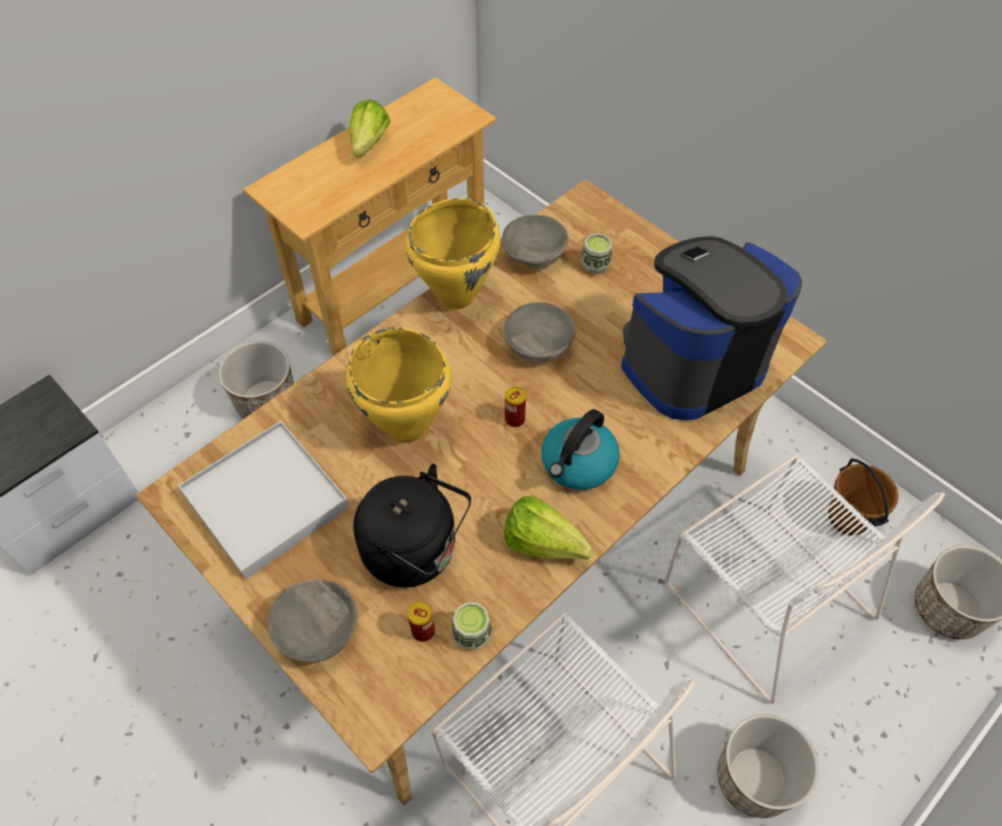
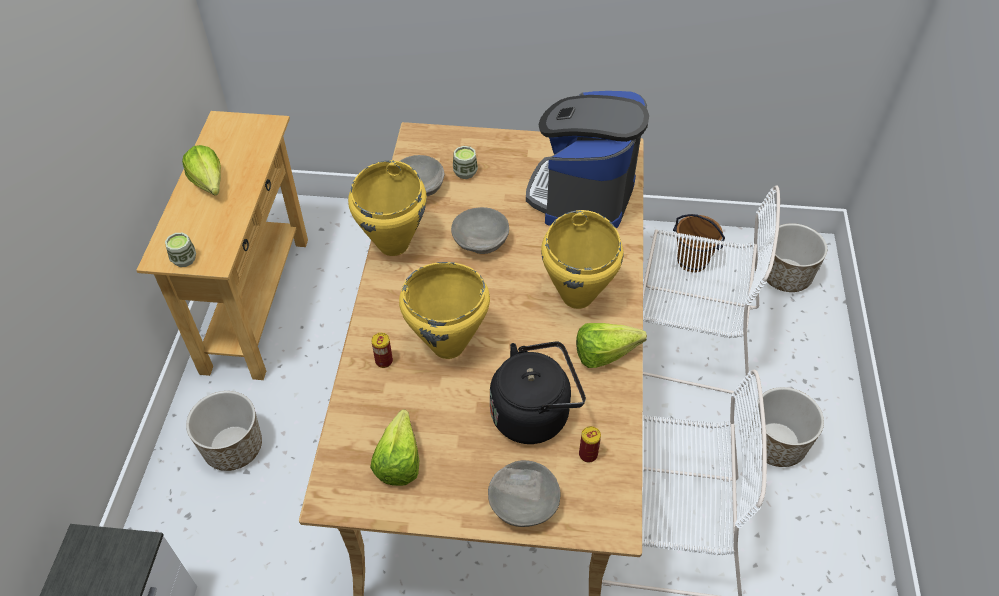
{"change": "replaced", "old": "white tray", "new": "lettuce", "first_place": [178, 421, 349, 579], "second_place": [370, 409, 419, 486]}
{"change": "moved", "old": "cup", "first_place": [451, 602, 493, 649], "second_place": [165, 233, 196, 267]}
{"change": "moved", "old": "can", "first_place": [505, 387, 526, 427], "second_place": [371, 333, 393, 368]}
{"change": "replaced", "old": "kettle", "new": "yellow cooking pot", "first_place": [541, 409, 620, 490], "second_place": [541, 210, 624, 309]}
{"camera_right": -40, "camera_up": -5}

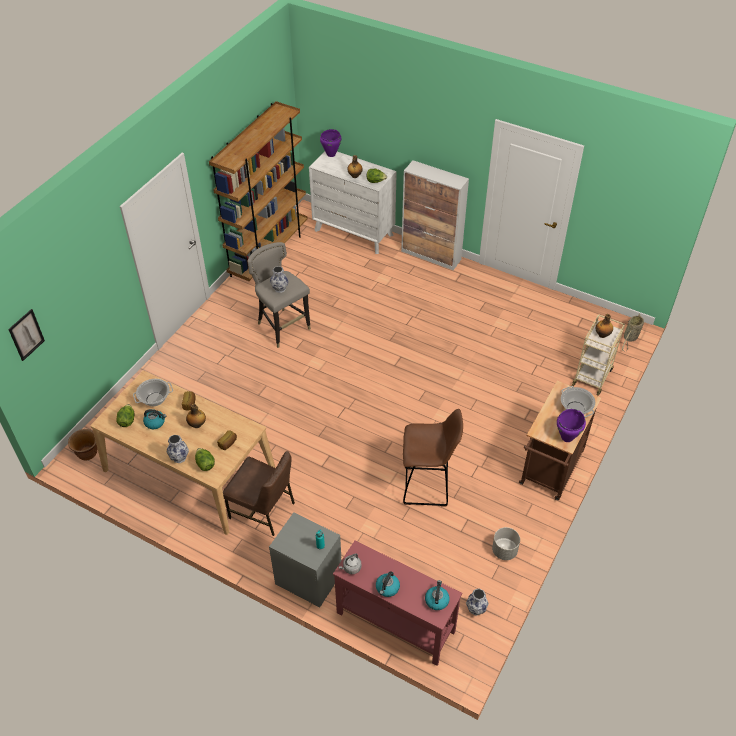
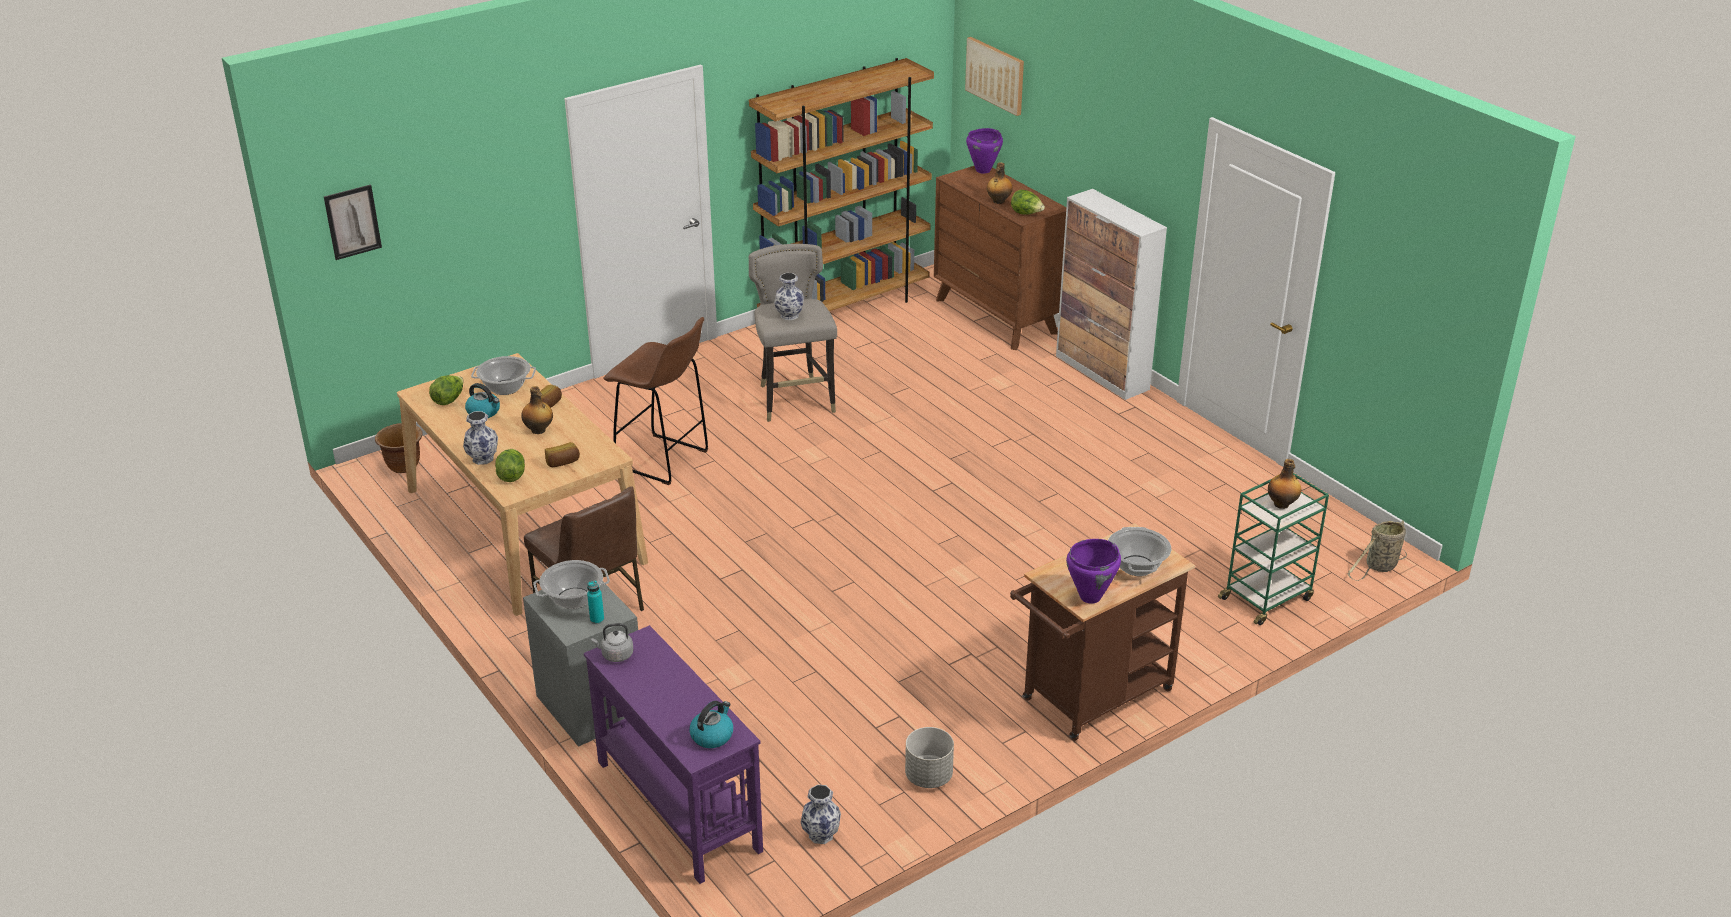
{"change": "recoloured", "old": "white dresser", "new": "brown dresser", "first_place": [309, 151, 397, 254], "second_place": [934, 166, 1066, 350]}
{"change": "recoloured", "old": "red console table", "new": "purple console table", "first_place": [333, 541, 462, 666], "second_place": [584, 625, 763, 884]}
{"change": "removed", "old": "kettle", "first_place": [376, 571, 400, 597]}
{"change": "moved", "old": "brown stool", "first_place": [403, 409, 463, 507], "second_place": [604, 317, 709, 485]}
{"change": "recoloured", "old": "beige cart", "new": "green cart", "first_place": [572, 314, 625, 396], "second_place": [1218, 473, 1329, 625]}
{"change": "added", "new": "cooking pot", "second_place": [534, 560, 610, 609]}
{"change": "added", "new": "picture", "second_place": [965, 37, 1024, 116]}
{"camera_right": 25, "camera_up": -15}

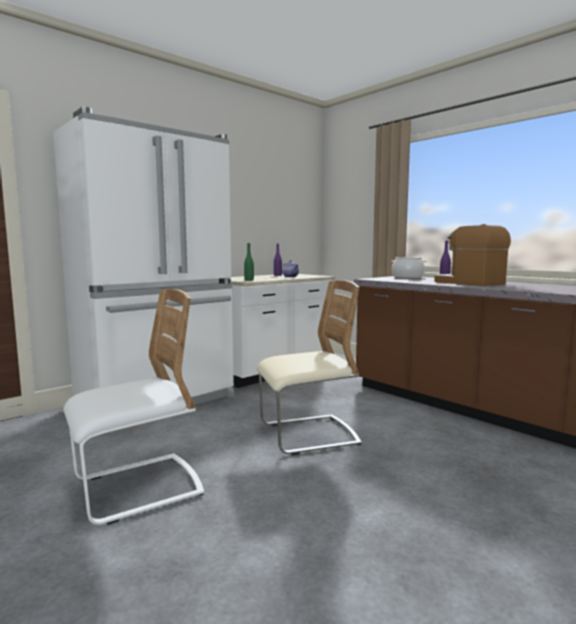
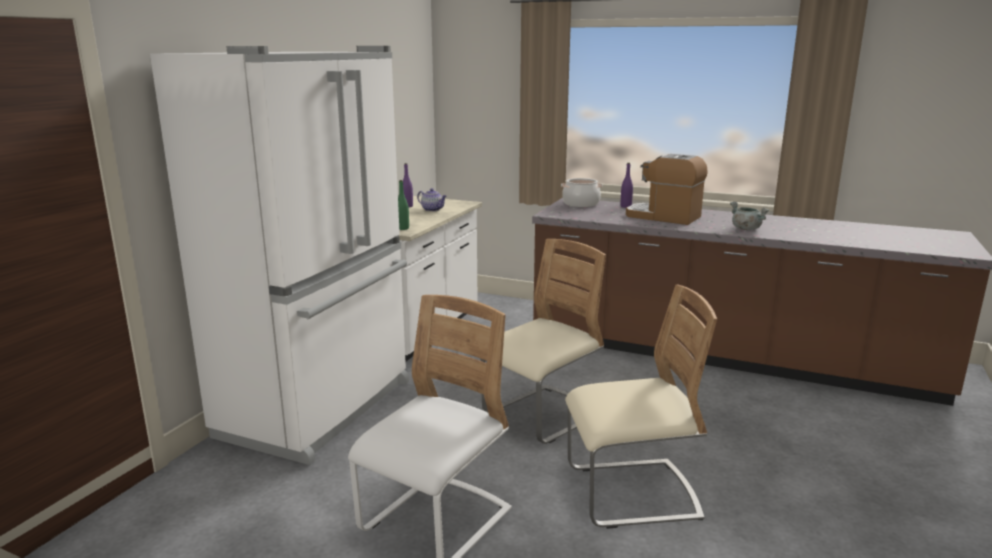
{"change": "added", "new": "beige chair", "second_place": [565, 285, 717, 529]}
{"change": "added", "new": "grey cooking pot", "second_place": [730, 202, 770, 230]}
{"camera_right": -25, "camera_up": 10}

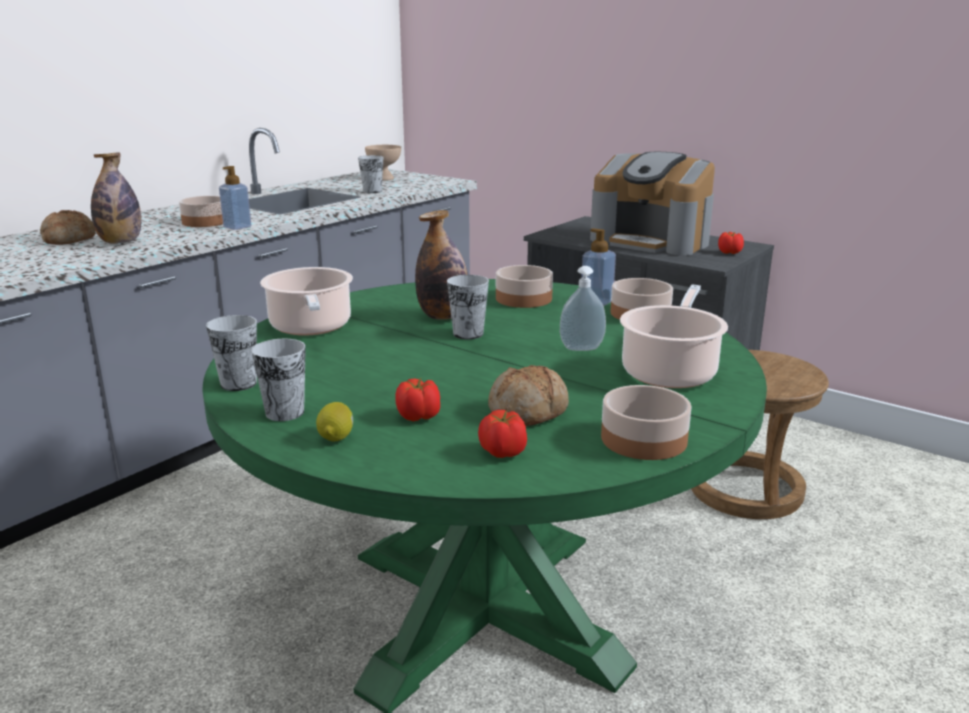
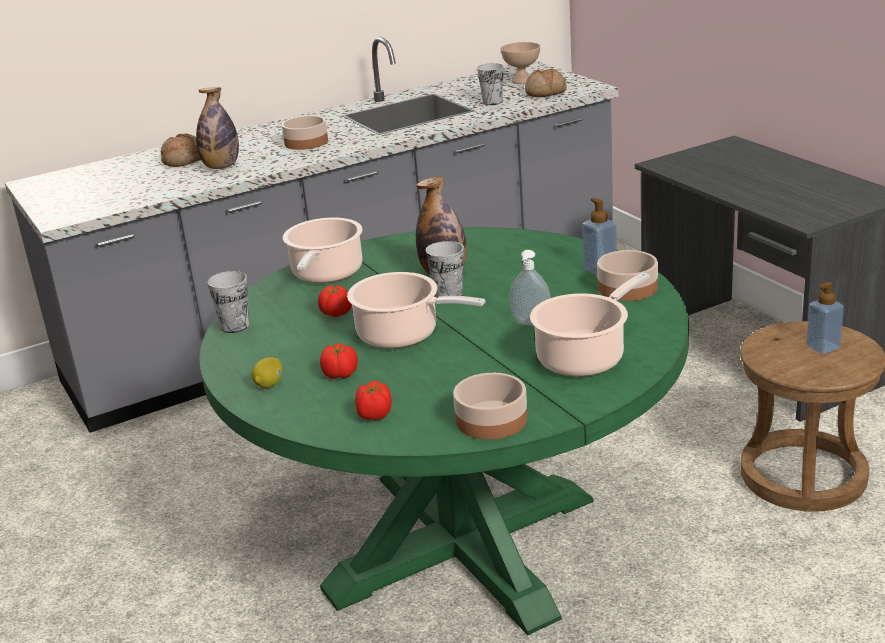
{"change": "moved", "old": "soap dispenser", "first_place": [219, 166, 252, 230], "second_place": [806, 282, 844, 354]}
{"change": "removed", "old": "cup", "first_place": [251, 339, 306, 421]}
{"change": "moved", "old": "bread", "first_place": [488, 365, 569, 426], "second_place": [525, 69, 567, 97]}
{"change": "removed", "old": "bowl", "first_place": [496, 265, 553, 308]}
{"change": "removed", "old": "coffee machine", "first_place": [590, 152, 715, 256]}
{"change": "moved", "old": "tomato", "first_place": [718, 232, 744, 254], "second_place": [318, 285, 352, 317]}
{"change": "added", "new": "cooking pot", "second_place": [347, 272, 486, 348]}
{"camera_right": 25, "camera_up": 5}

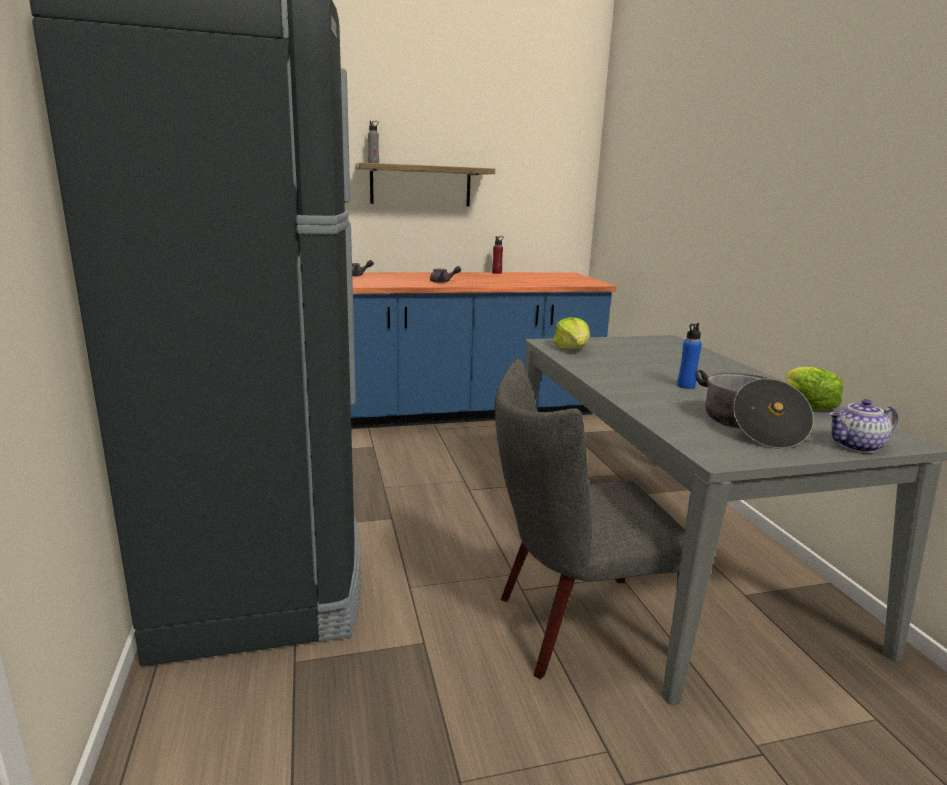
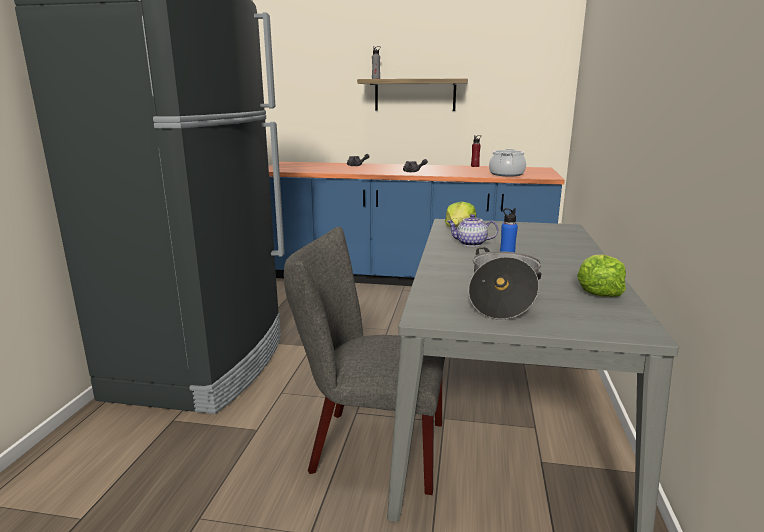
{"change": "moved", "old": "teapot", "first_place": [829, 399, 898, 453], "second_place": [447, 214, 498, 247]}
{"change": "added", "new": "cooking pot", "second_place": [489, 149, 526, 176]}
{"camera_right": 25, "camera_up": 0}

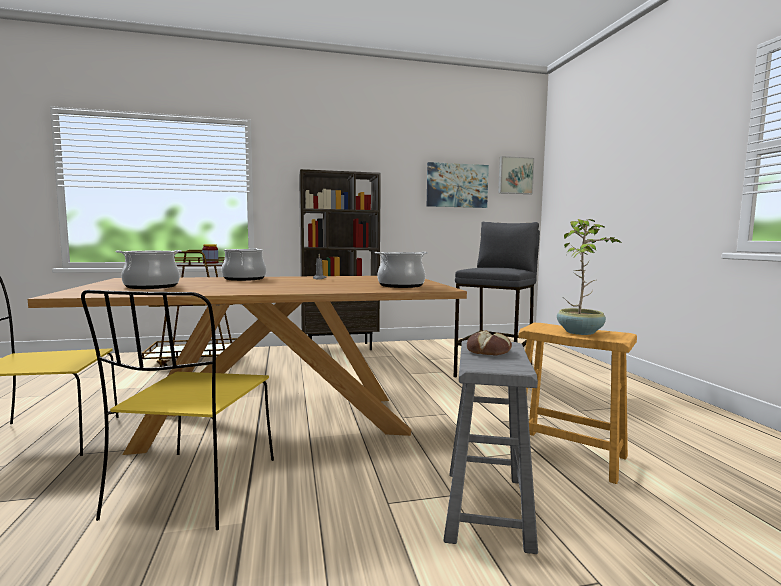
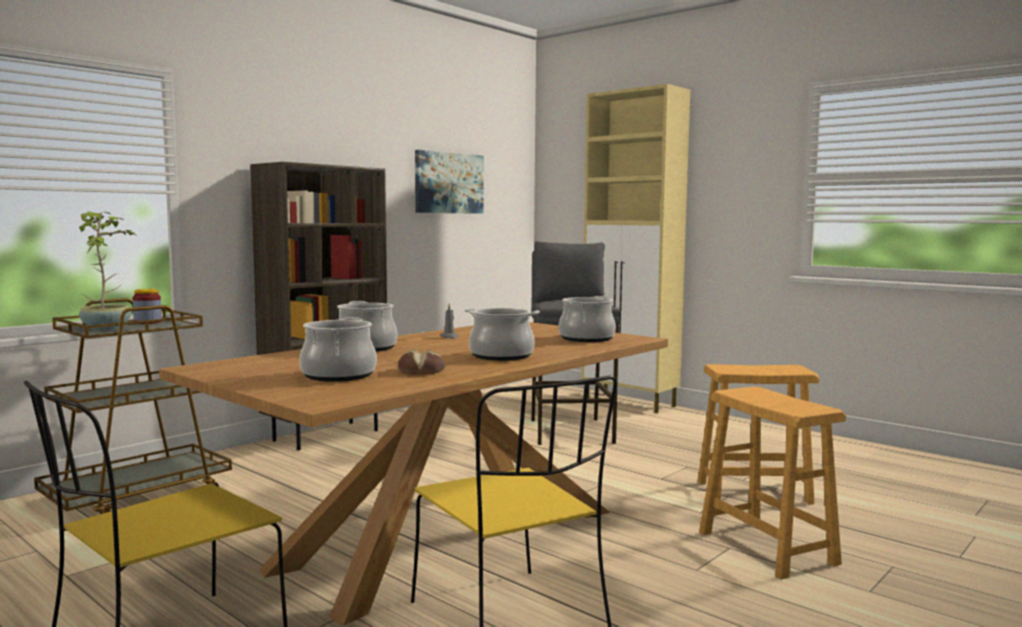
{"change": "recoloured", "old": "grey stool", "new": "brown stool", "first_place": [444, 340, 538, 554], "second_place": [699, 386, 846, 580]}
{"change": "moved", "old": "bread", "first_place": [467, 330, 512, 356], "second_place": [398, 349, 445, 375]}
{"change": "removed", "old": "picture", "first_place": [498, 156, 534, 194]}
{"change": "moved", "old": "potted plant", "first_place": [557, 219, 621, 335], "second_place": [79, 211, 136, 330]}
{"change": "added", "new": "cooking pot", "second_place": [464, 308, 540, 361]}
{"change": "added", "new": "beige cabinet", "second_place": [581, 84, 690, 413]}
{"camera_right": -35, "camera_up": 0}

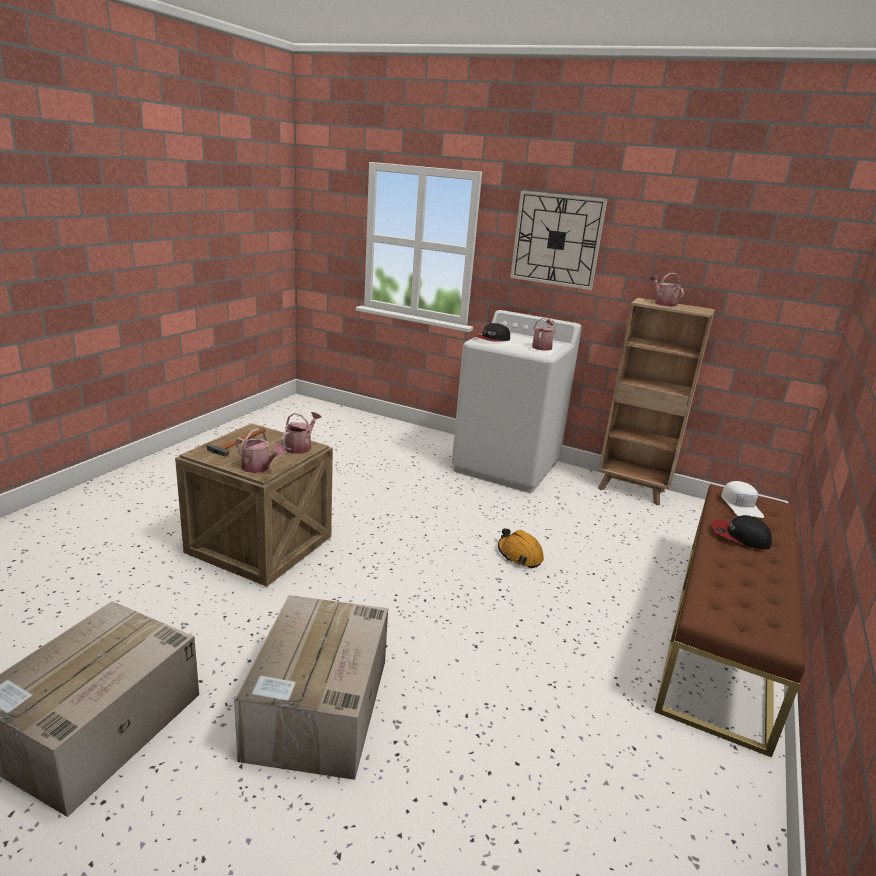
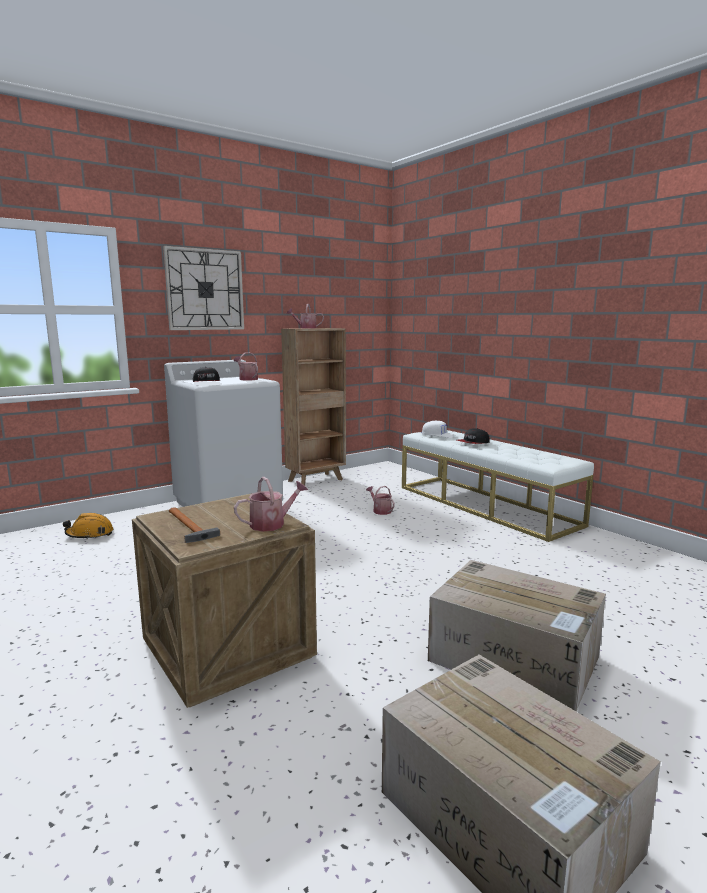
{"change": "moved", "old": "watering can", "first_place": [281, 412, 321, 454], "second_place": [366, 486, 395, 515]}
{"change": "moved", "old": "orange hard hat", "first_place": [498, 528, 544, 568], "second_place": [63, 513, 113, 540]}
{"change": "recoloured", "old": "brown bench", "new": "white bench", "first_place": [654, 484, 805, 757], "second_place": [402, 430, 594, 542]}
{"camera_right": -60, "camera_up": -10}

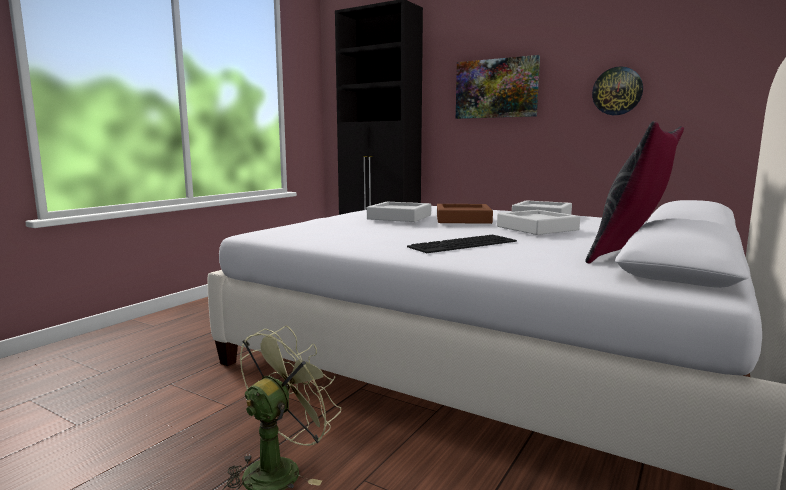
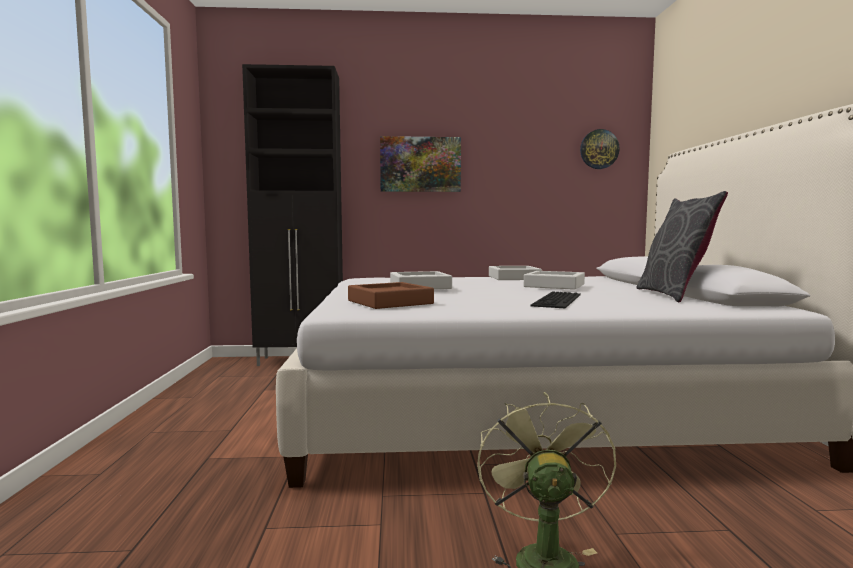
{"change": "moved", "old": "brown tray", "first_place": [437, 204, 493, 224], "second_place": [348, 282, 434, 309]}
{"change": "moved", "old": "wall clock", "first_place": [592, 66, 643, 115], "second_place": [580, 129, 620, 169]}
{"camera_right": -35, "camera_up": -5}

